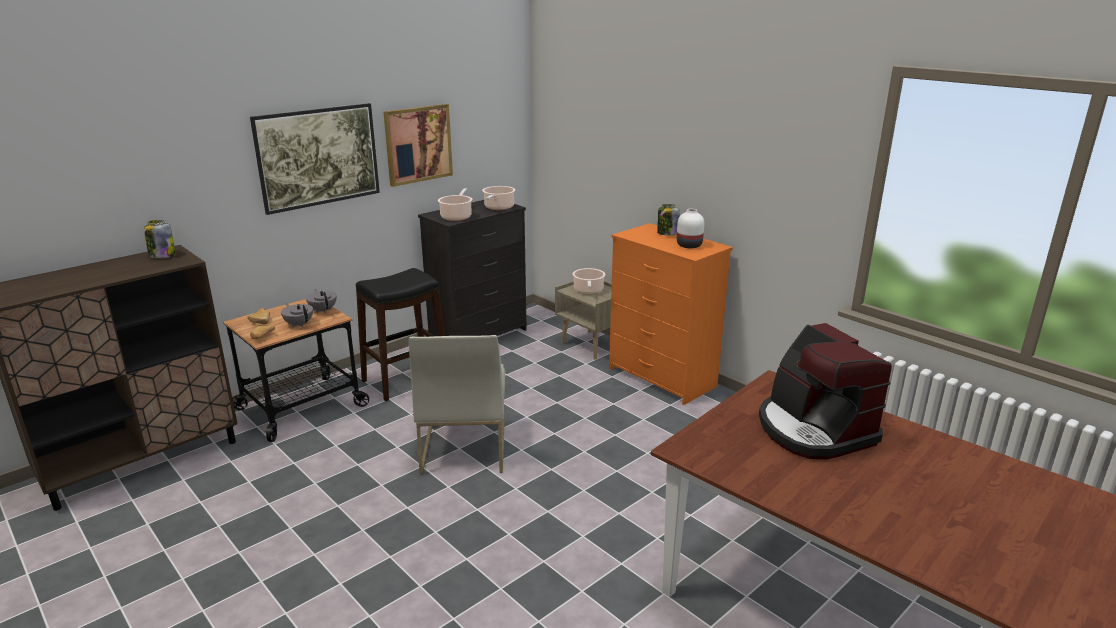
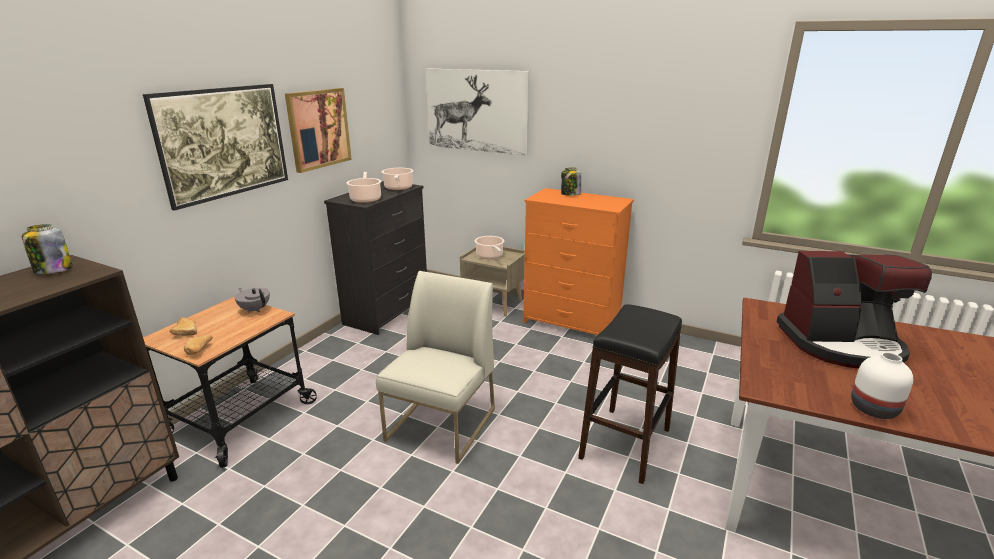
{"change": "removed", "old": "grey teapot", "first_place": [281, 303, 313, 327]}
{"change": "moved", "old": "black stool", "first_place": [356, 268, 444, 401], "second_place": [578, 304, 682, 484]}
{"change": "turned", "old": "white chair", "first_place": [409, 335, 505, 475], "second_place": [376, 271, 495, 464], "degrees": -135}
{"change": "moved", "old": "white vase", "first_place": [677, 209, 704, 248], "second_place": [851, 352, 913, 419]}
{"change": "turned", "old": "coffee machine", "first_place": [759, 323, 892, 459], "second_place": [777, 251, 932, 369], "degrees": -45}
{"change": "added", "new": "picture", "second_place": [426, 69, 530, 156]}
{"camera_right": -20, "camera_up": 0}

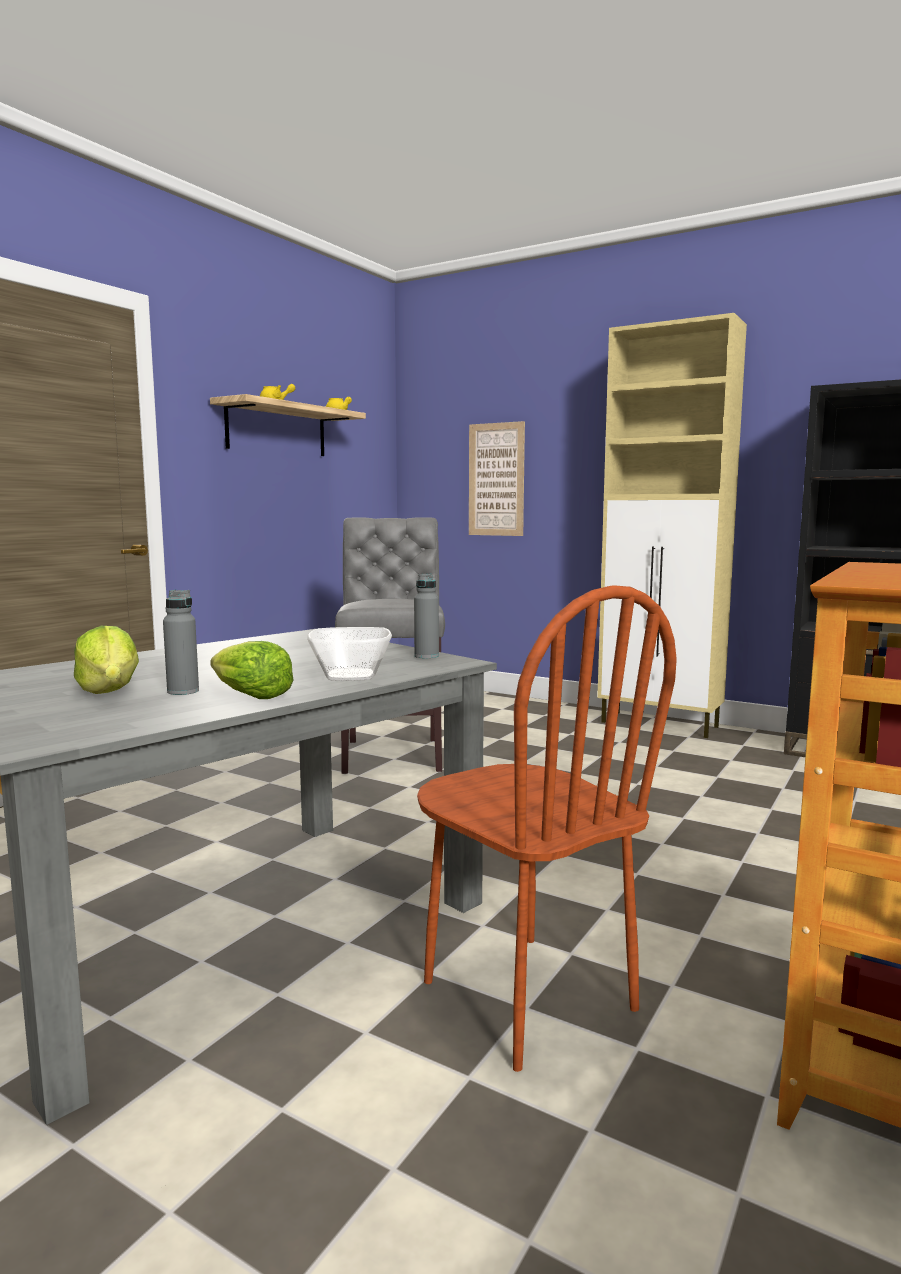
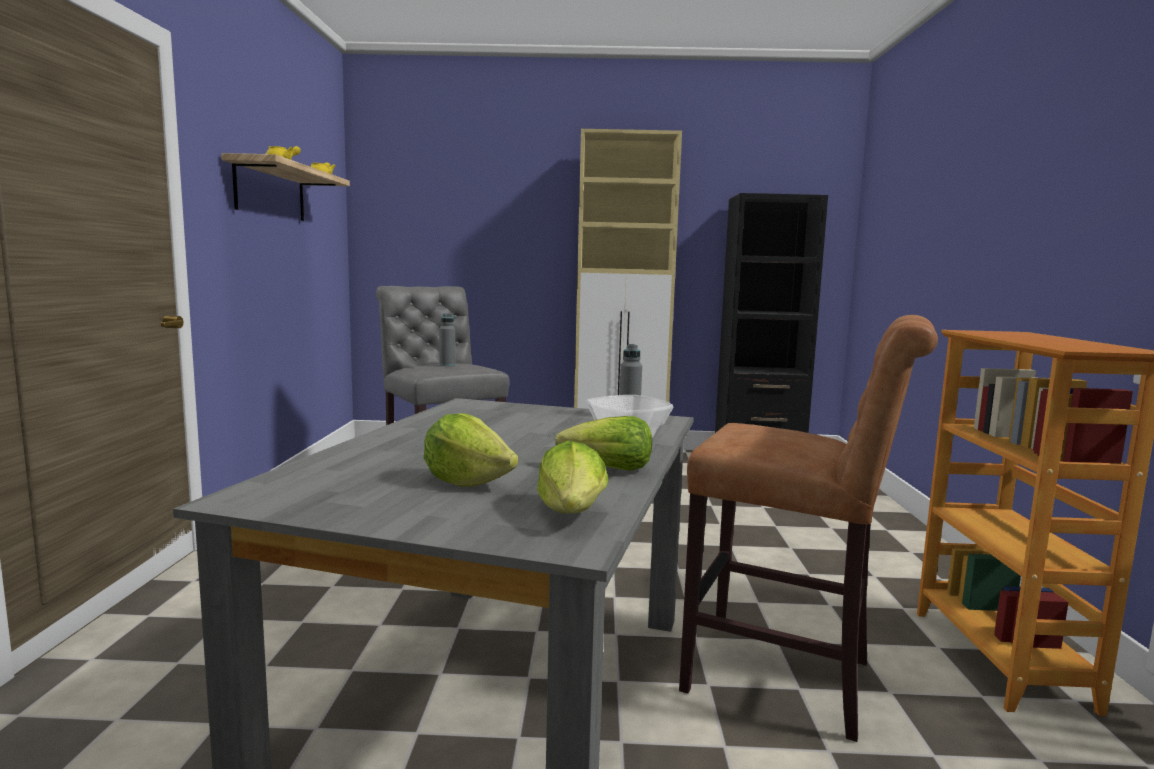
{"change": "moved", "old": "grey bottle", "first_place": [163, 590, 199, 695], "second_place": [439, 313, 455, 366]}
{"change": "replaced", "old": "brown chair", "new": "brown stool", "first_place": [417, 585, 677, 1072], "second_place": [679, 315, 938, 742]}
{"change": "removed", "old": "picture", "first_place": [469, 421, 525, 536]}
{"change": "added", "new": "lettuce", "second_place": [537, 441, 608, 514]}
{"camera_right": -30, "camera_up": 0}

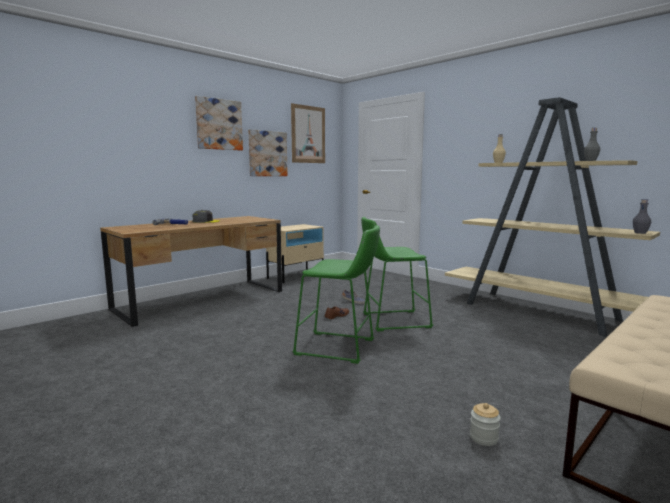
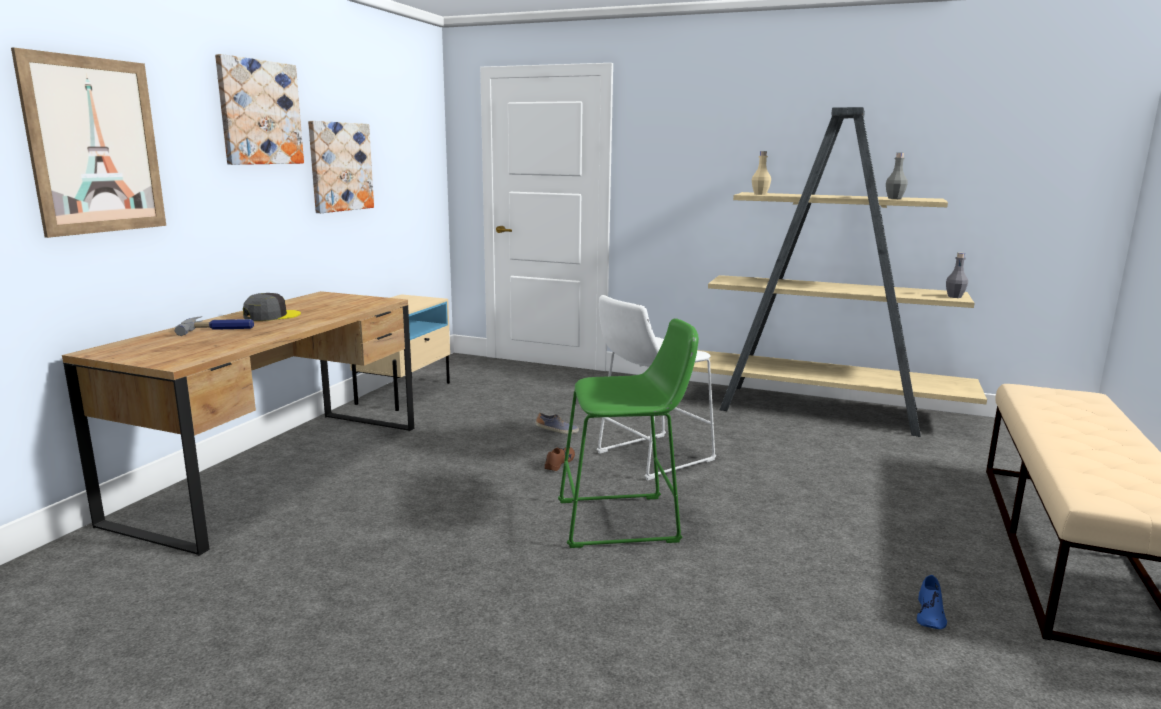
{"change": "moved", "old": "picture", "first_place": [291, 103, 325, 163], "second_place": [11, 48, 166, 238]}
{"change": "recoloured", "old": "green stool", "new": "white stool", "first_place": [361, 217, 433, 332], "second_place": [597, 295, 716, 480]}
{"change": "replaced", "old": "jar", "new": "blue shoe", "first_place": [470, 403, 501, 446], "second_place": [917, 575, 947, 629]}
{"camera_right": -25, "camera_up": 5}

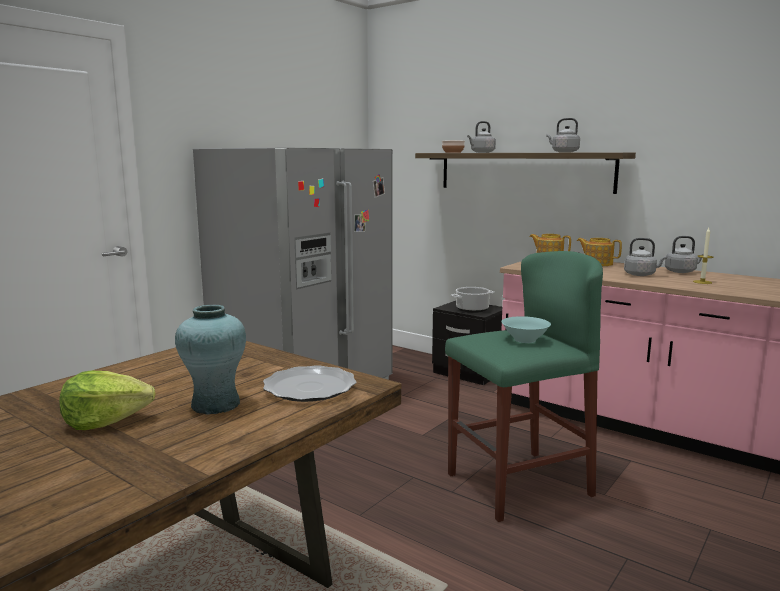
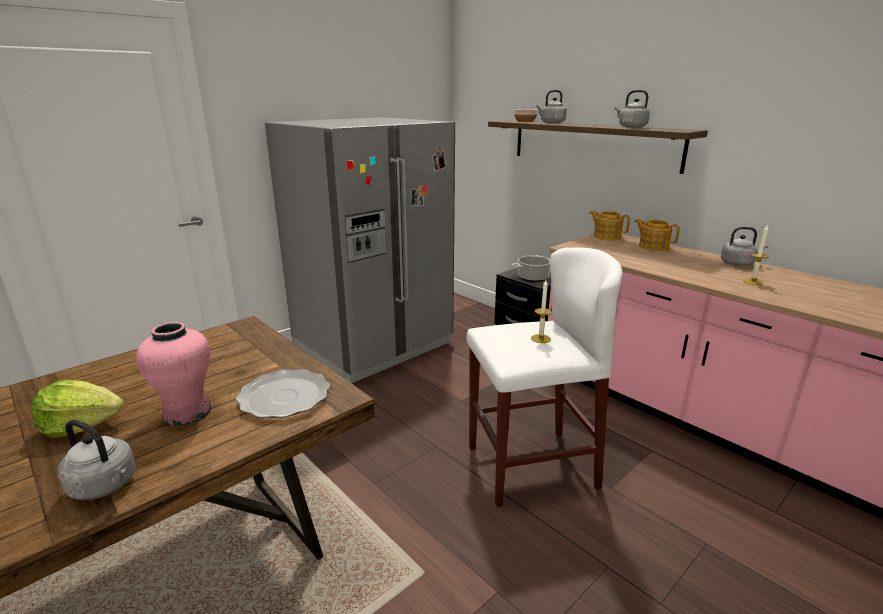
{"change": "recoloured", "old": "turquoise vase", "new": "pink vase", "first_place": [175, 305, 246, 415], "second_place": [136, 322, 211, 426]}
{"change": "recoloured", "old": "green stool", "new": "white stool", "first_place": [445, 251, 603, 522], "second_place": [466, 248, 623, 507]}
{"change": "replaced", "old": "turquoise bowl", "new": "candle", "first_place": [501, 316, 551, 343], "second_place": [531, 280, 552, 343]}
{"change": "moved", "old": "grey kettle", "first_place": [624, 238, 667, 276], "second_place": [58, 420, 136, 500]}
{"camera_right": 10, "camera_up": 10}

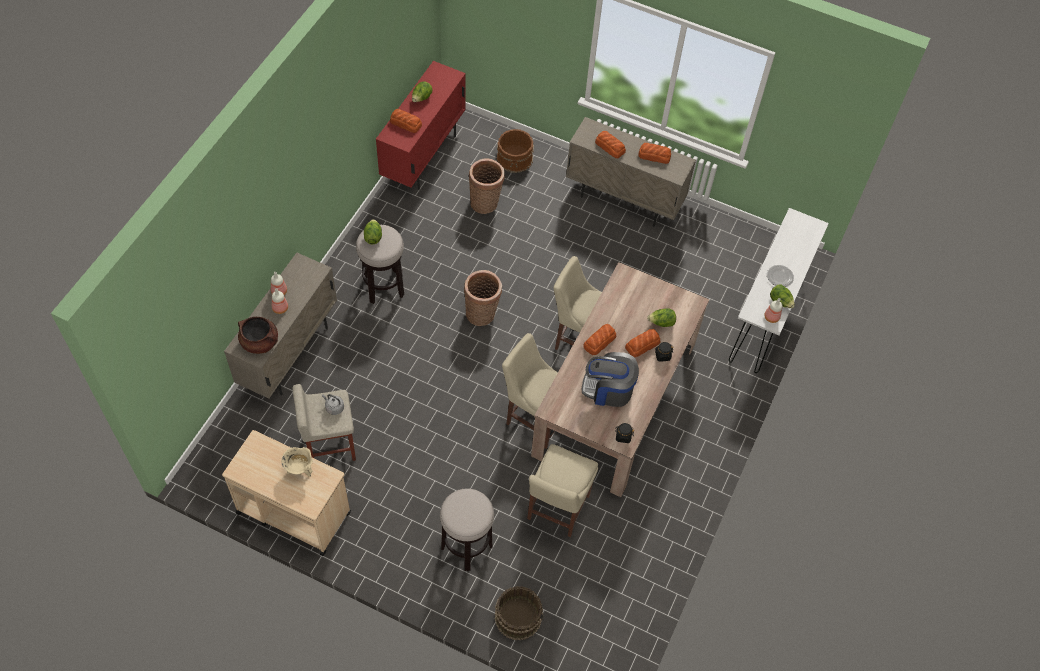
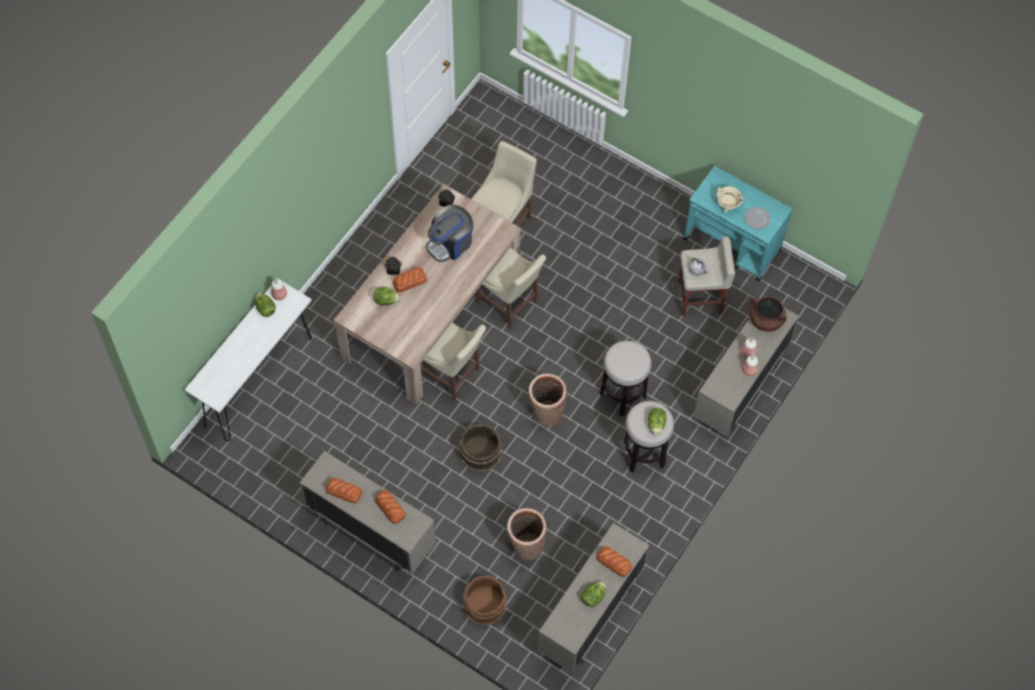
{"change": "recoloured", "old": "beige cart", "new": "turquoise cart", "first_place": [222, 430, 351, 556], "second_place": [683, 166, 793, 281]}
{"change": "recoloured", "old": "red cabinet", "new": "beige cabinet", "first_place": [376, 61, 466, 190], "second_place": [538, 523, 649, 673]}
{"change": "moved", "old": "stool", "first_place": [440, 488, 494, 571], "second_place": [600, 340, 652, 416]}
{"change": "moved", "old": "brown bucket", "first_place": [495, 586, 544, 641], "second_place": [459, 424, 502, 472]}
{"change": "turned", "old": "coffee machine", "first_place": [582, 352, 639, 407], "second_place": [426, 204, 474, 262], "degrees": 120}
{"change": "removed", "old": "bread", "first_place": [583, 324, 616, 355]}
{"change": "moved", "old": "plate", "first_place": [767, 265, 794, 287], "second_place": [744, 207, 770, 229]}
{"camera_right": -170, "camera_up": 5}

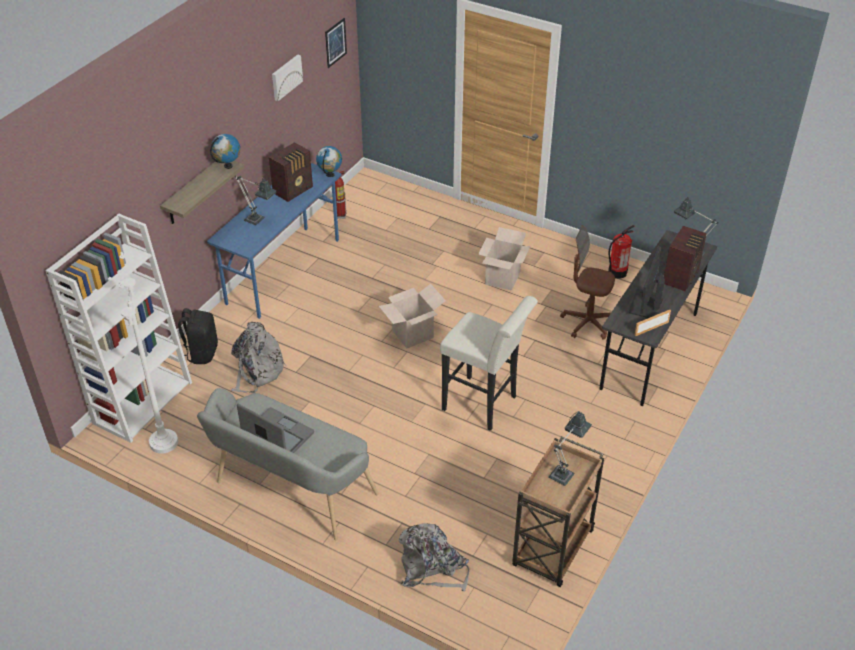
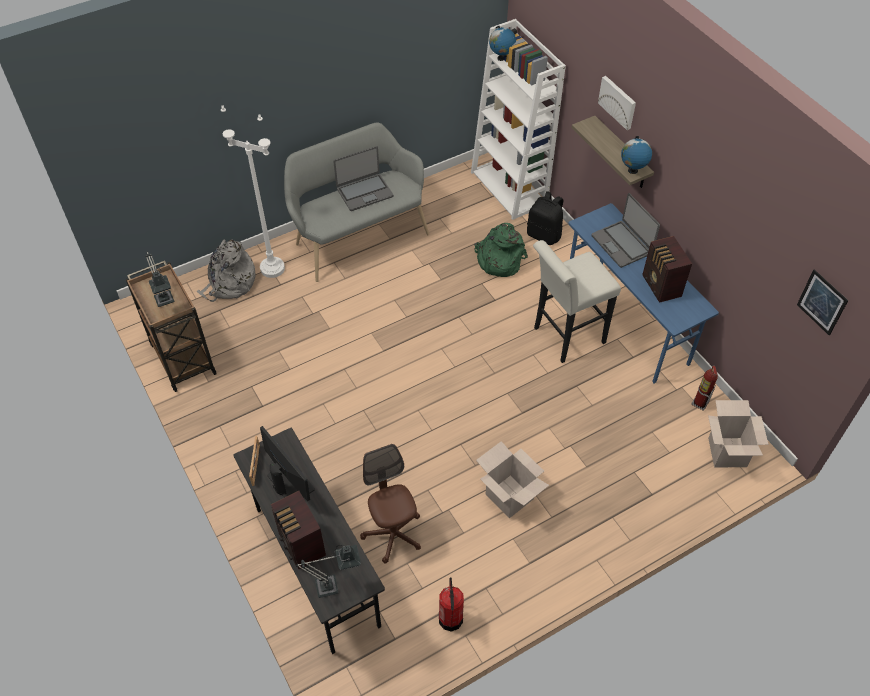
{"change": "moved", "old": "white floor lamp", "first_place": [118, 252, 178, 454], "second_place": [221, 105, 285, 278]}
{"change": "recoloured", "old": "grey backpack", "new": "green backpack", "first_place": [231, 322, 287, 393], "second_place": [474, 223, 528, 277]}
{"change": "replaced", "old": "table lamp", "new": "laptop", "first_place": [235, 176, 276, 225], "second_place": [591, 193, 660, 268]}
{"change": "moved", "old": "picture", "first_place": [272, 55, 303, 101], "second_place": [598, 76, 636, 130]}
{"change": "moved", "old": "globe", "first_place": [316, 146, 342, 177], "second_place": [489, 26, 516, 61]}
{"change": "moved", "old": "cardboard box", "first_place": [378, 284, 446, 348], "second_place": [708, 400, 769, 467]}
{"change": "moved", "old": "white stool", "first_place": [440, 296, 538, 431], "second_place": [533, 240, 621, 363]}
{"change": "turned", "old": "brown office chair", "first_place": [560, 225, 615, 339], "second_place": [360, 444, 421, 564], "degrees": -75}
{"camera_right": 120, "camera_up": 10}

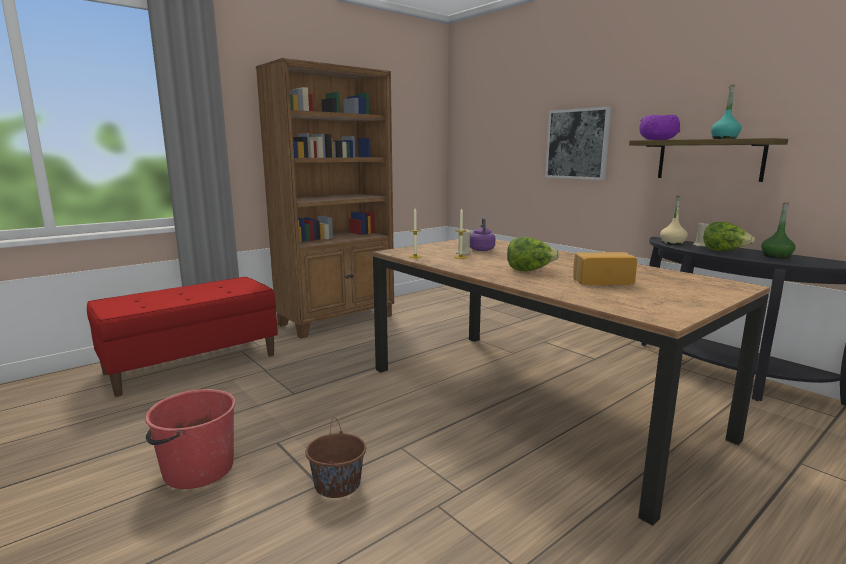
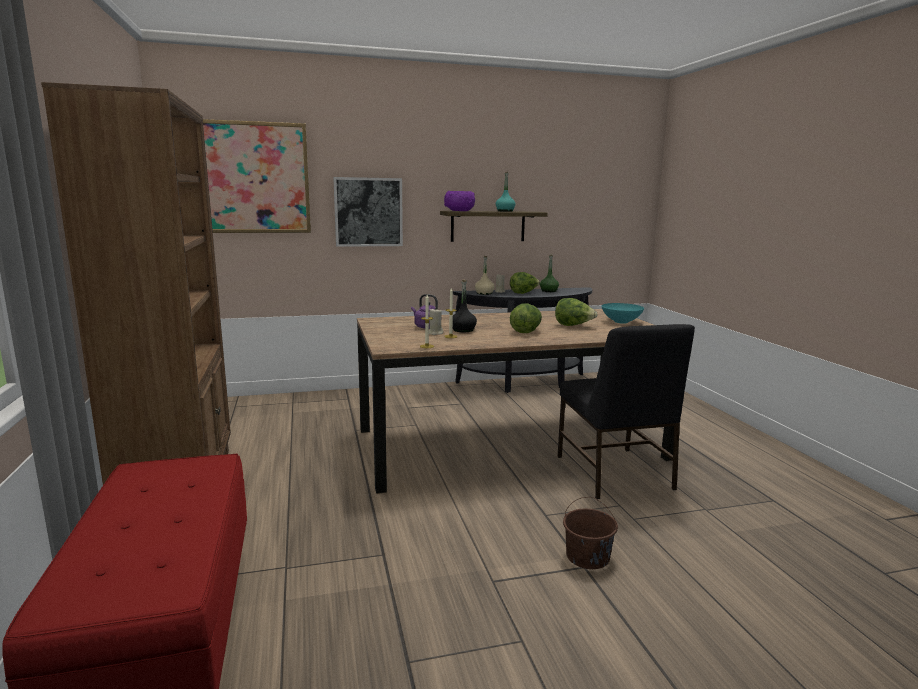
{"change": "removed", "old": "red bucket", "first_place": [145, 389, 236, 489]}
{"change": "replaced", "old": "bread", "new": "lettuce", "first_place": [573, 252, 637, 285], "second_place": [555, 298, 597, 326]}
{"change": "added", "new": "picture", "second_place": [203, 119, 311, 233]}
{"change": "added", "new": "black bottle", "second_place": [453, 279, 477, 332]}
{"change": "added", "new": "black chair", "second_place": [557, 324, 695, 499]}
{"change": "added", "new": "turquoise bowl", "second_place": [601, 303, 644, 324]}
{"camera_right": -65, "camera_up": 0}

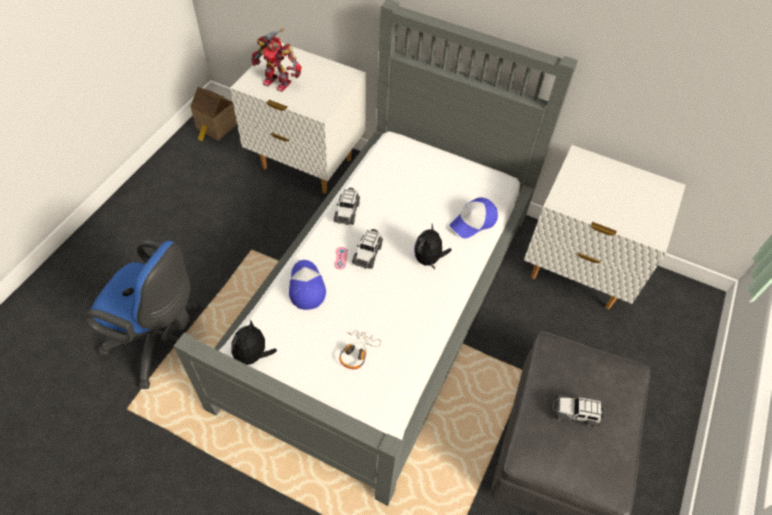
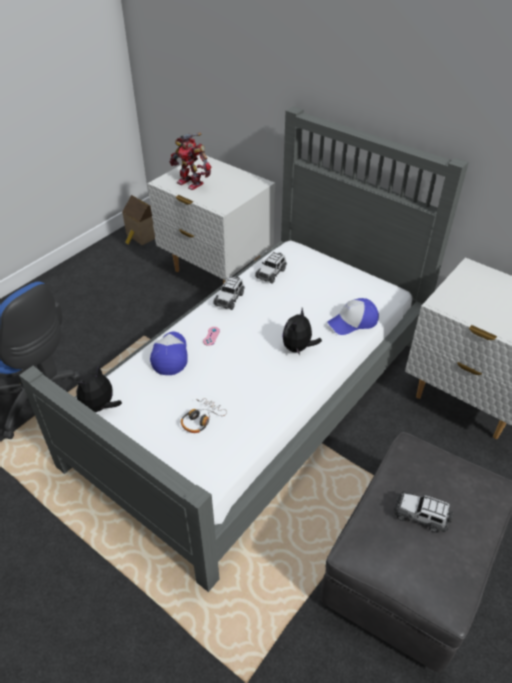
{"change": "moved", "old": "toy car", "first_place": [352, 229, 383, 269], "second_place": [255, 252, 287, 284]}
{"camera_right": 15, "camera_up": -10}

